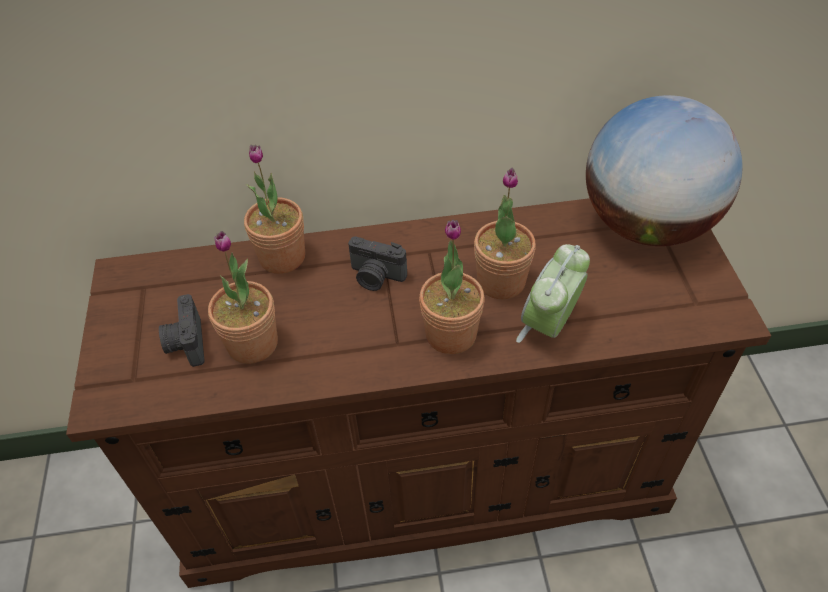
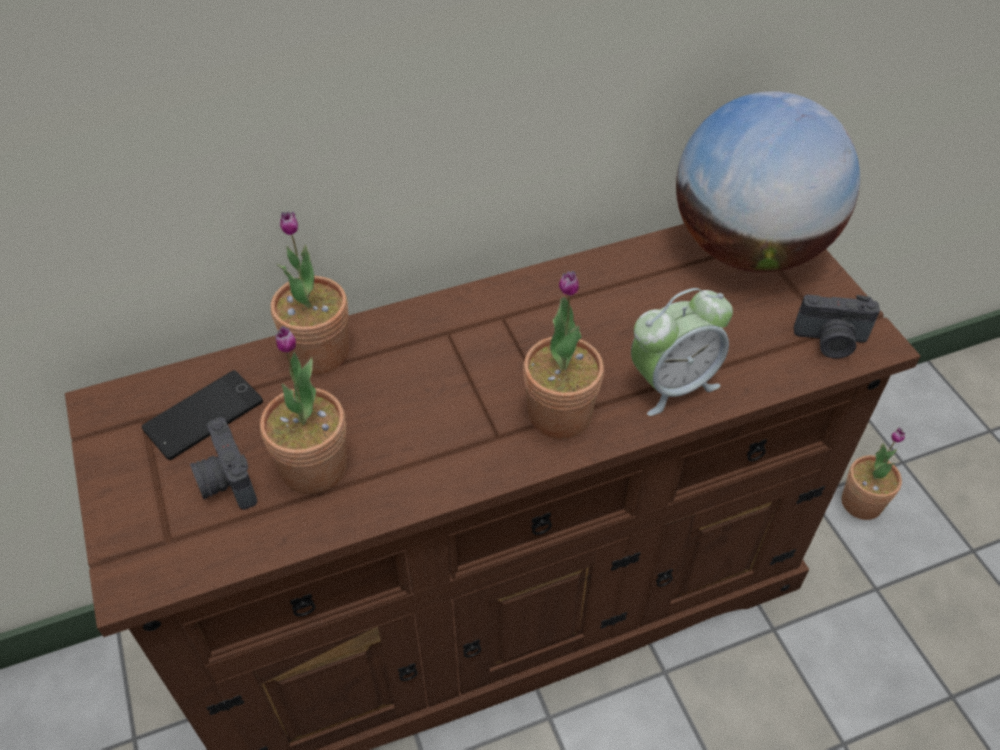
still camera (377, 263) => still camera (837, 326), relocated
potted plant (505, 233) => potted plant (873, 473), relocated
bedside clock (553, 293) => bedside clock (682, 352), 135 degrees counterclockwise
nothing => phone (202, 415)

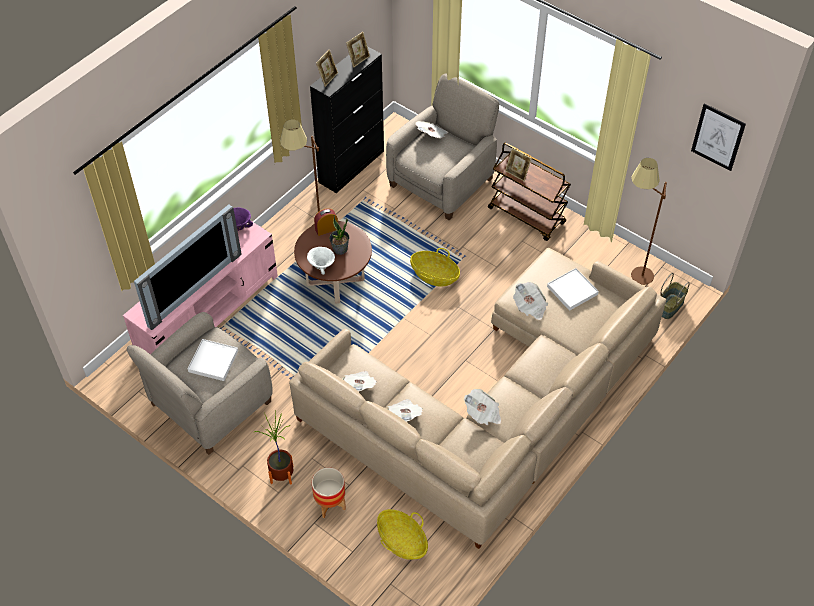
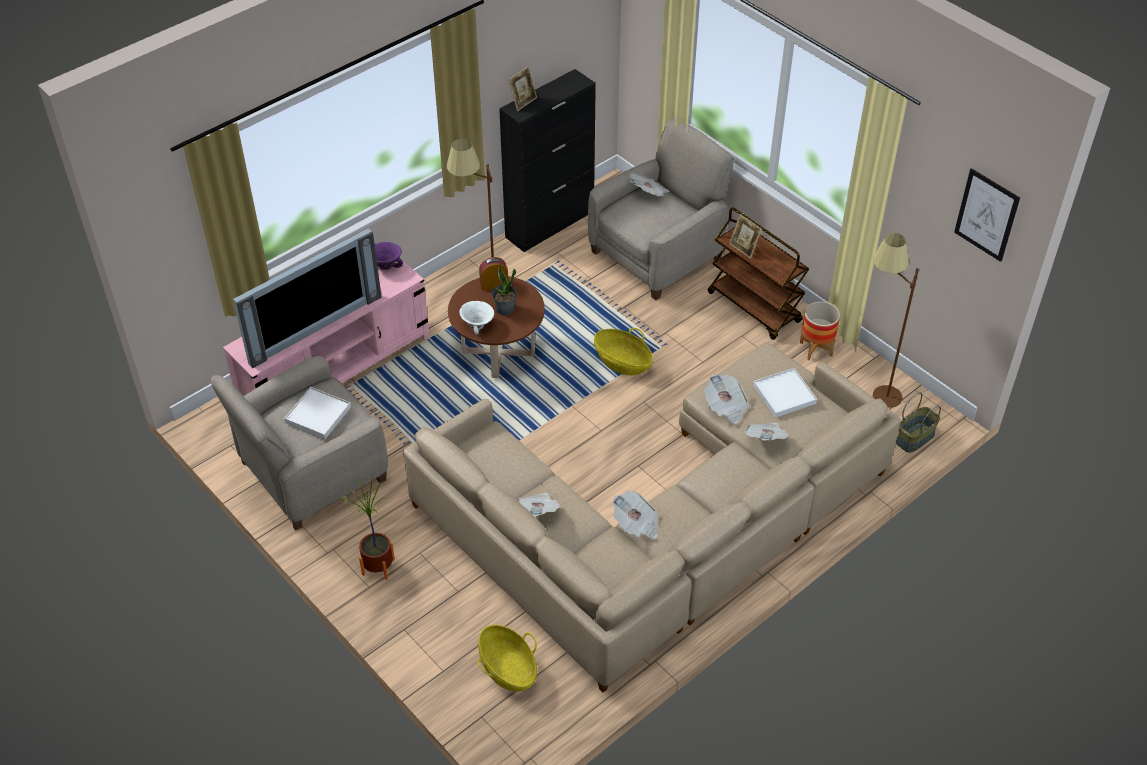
planter (329, 493) => planter (820, 330), relocated
newspaper (359, 381) => newspaper (767, 431), relocated
picture frame (358, 50) => nothing

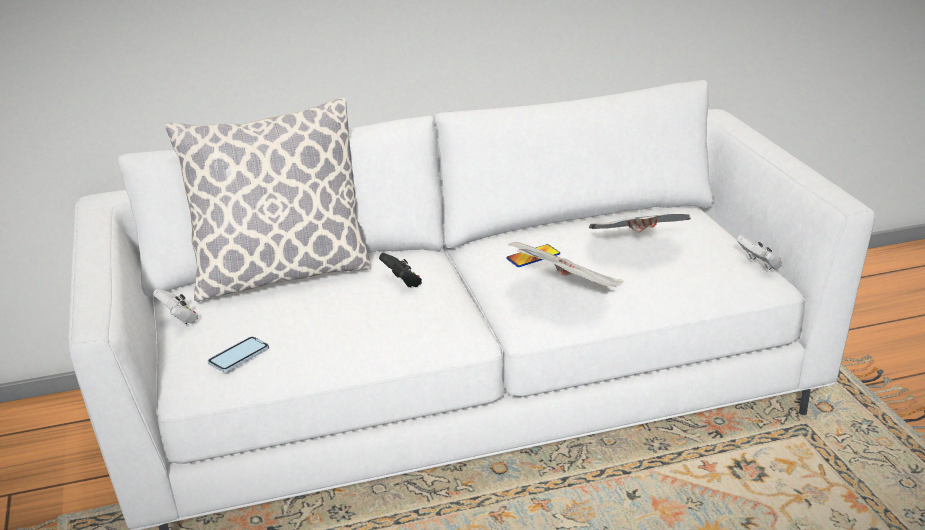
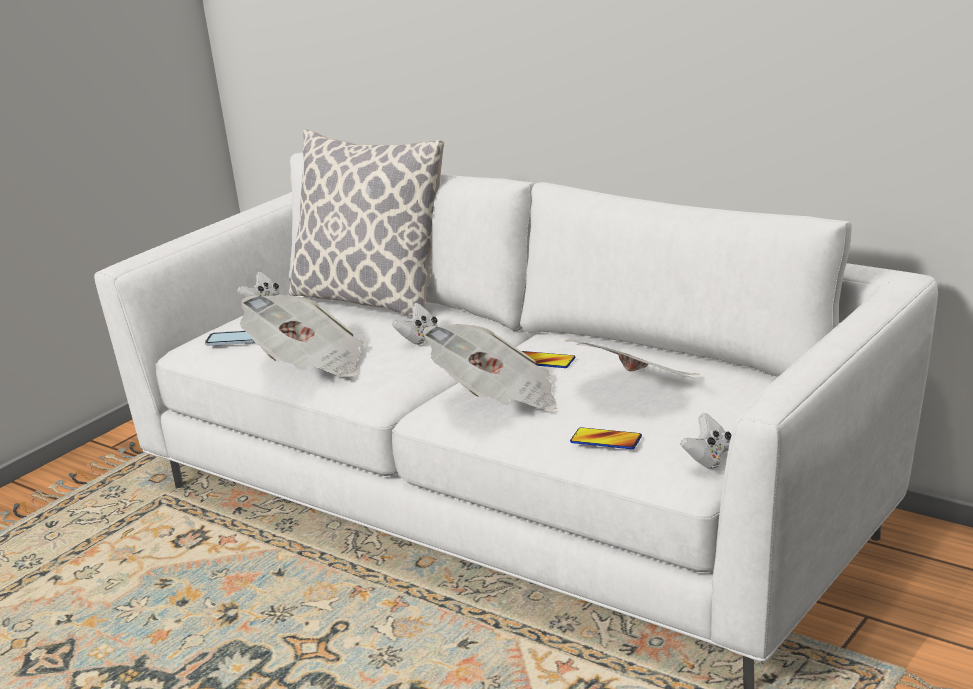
blackish gamepad (400, 270) => white gamepad (415, 324)
nothing => newspaper (302, 336)
nothing => phone (606, 438)

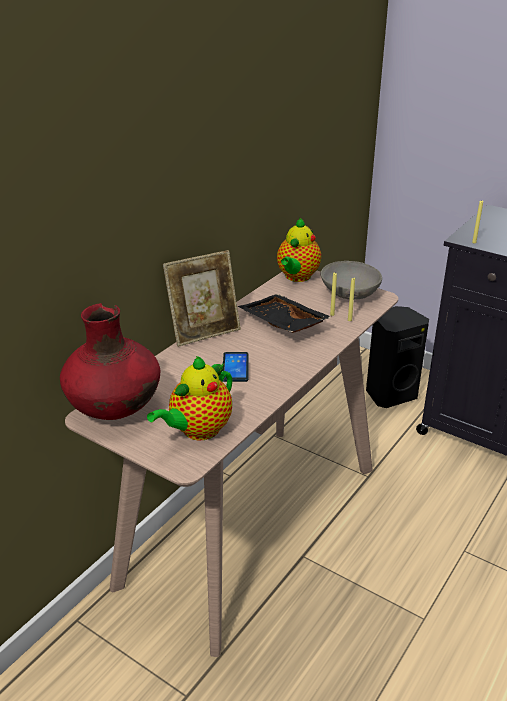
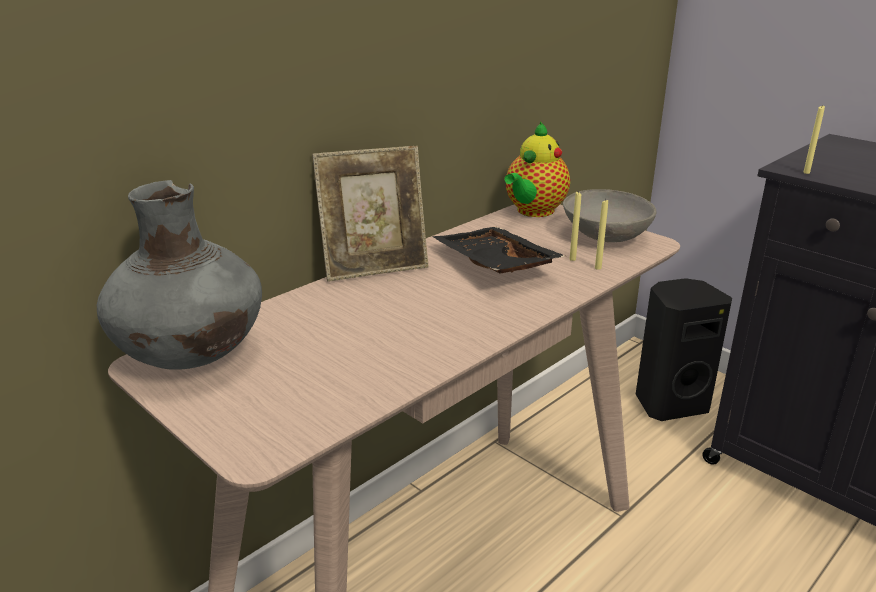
reddish decorative vase (110, 361) => gray decorative vase (179, 275)
pot for tea (189, 398) => nothing
phone (236, 367) => nothing

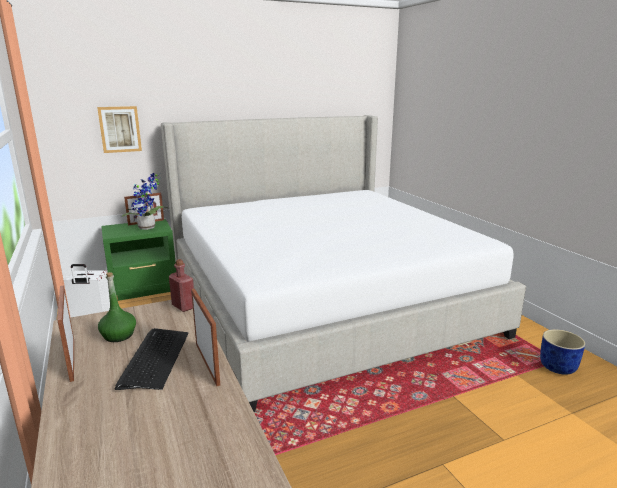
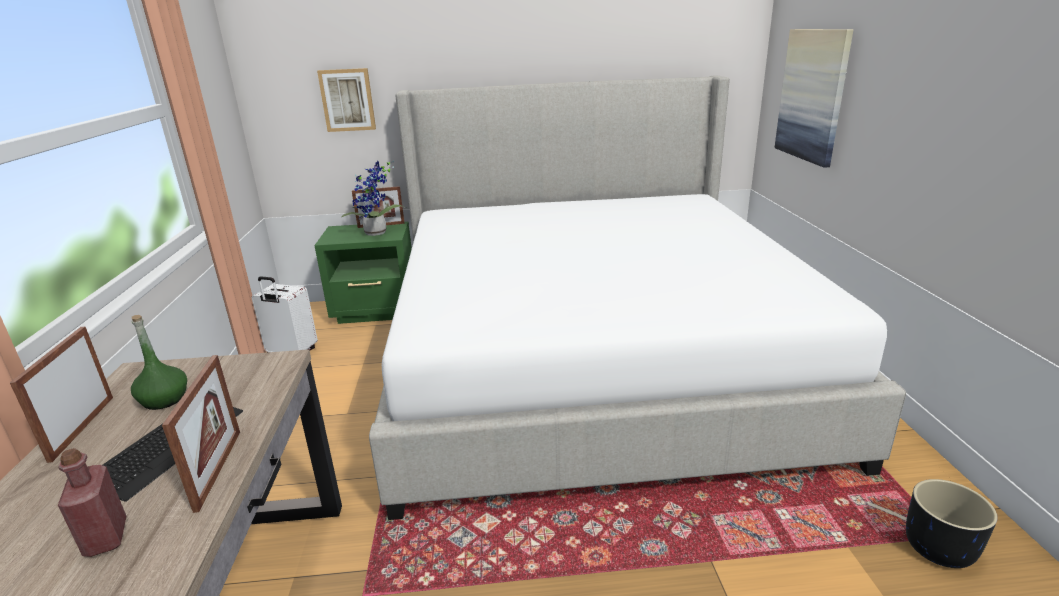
reddish drink bottle (181, 285) => reddish drink bottle (92, 502), relocated
bluish planter (563, 352) => blackish planter (952, 523)
nothing => wall art (814, 98)

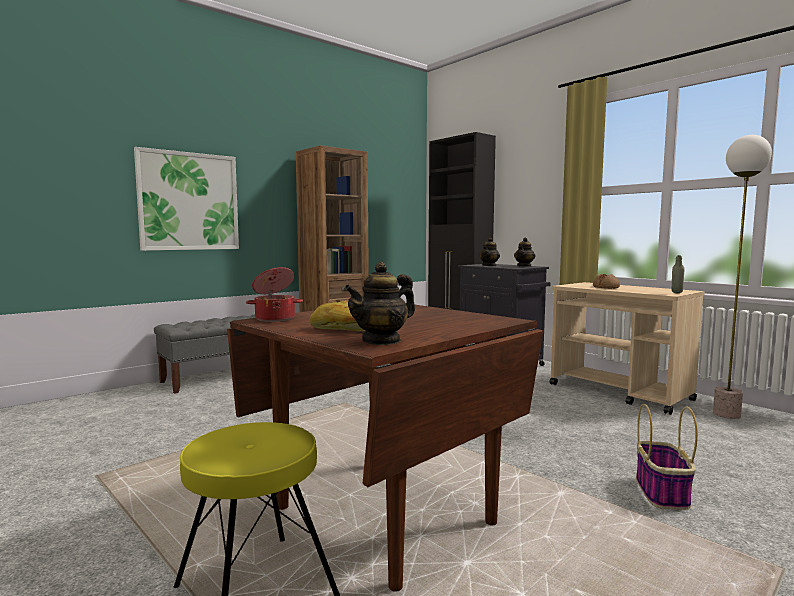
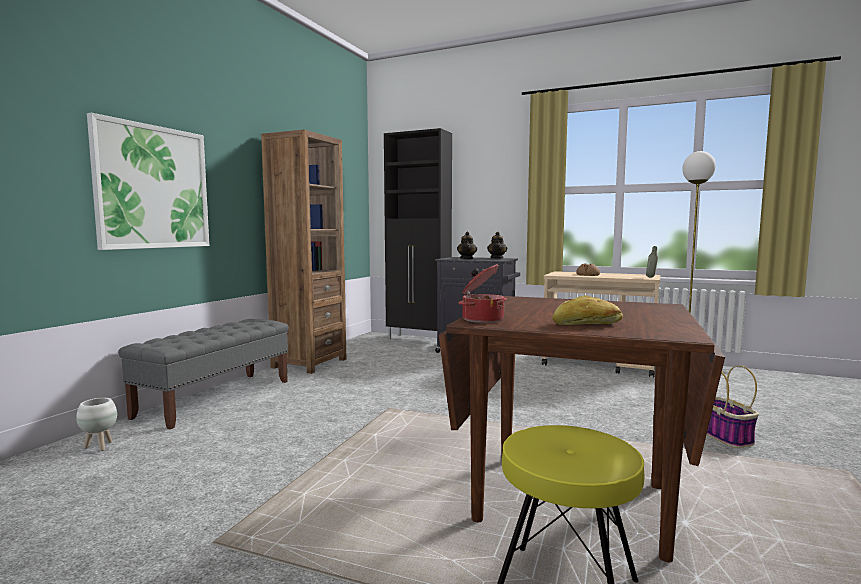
pot for tea (379, 303) => nothing
nothing => white planter (96, 424)

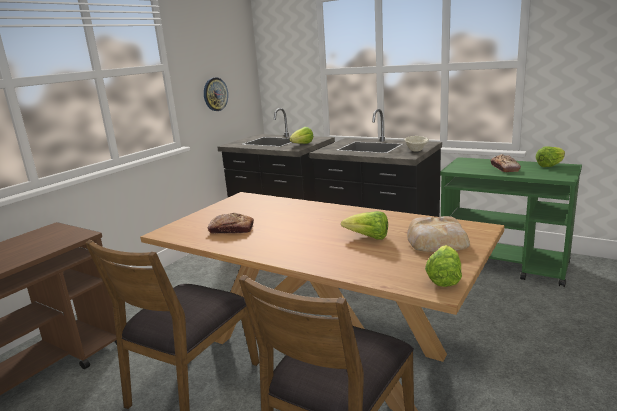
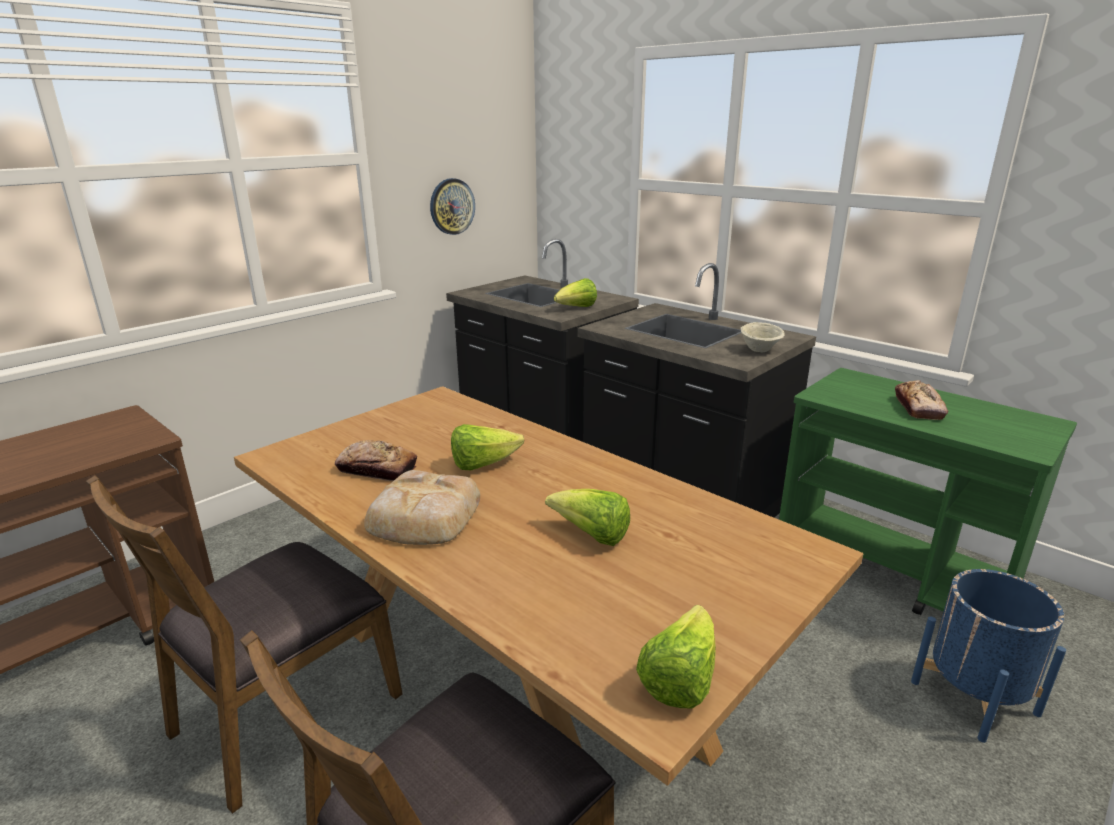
baked bread (438, 234) => baked bread (422, 507), relocated
head of lettuce (550, 157) => head of lettuce (487, 447), relocated
nothing => bluish planter (988, 656)

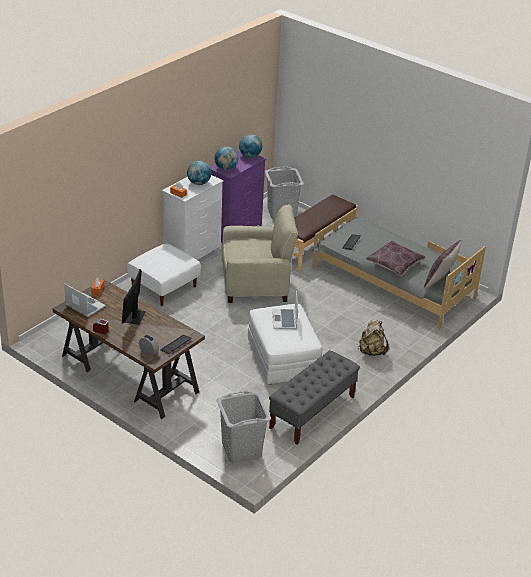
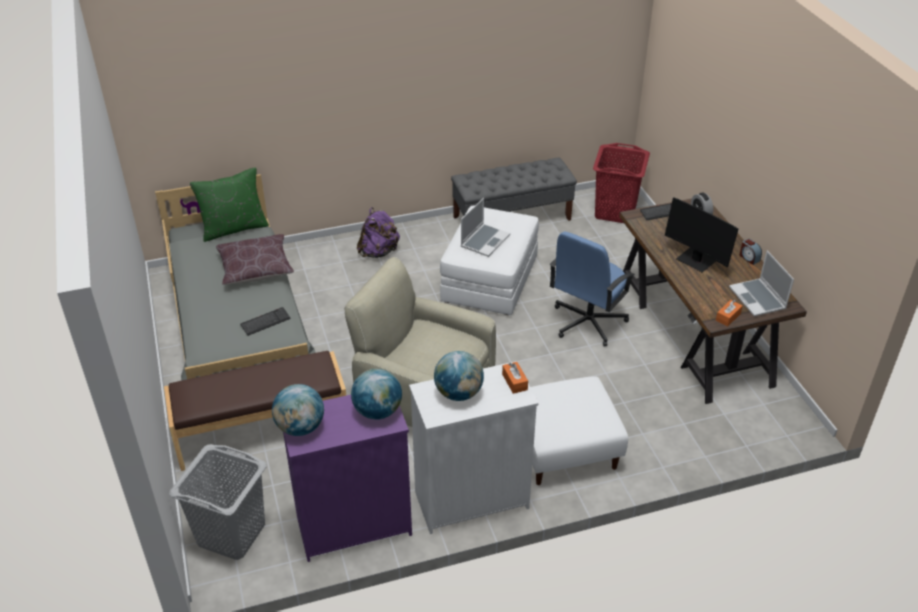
computer display (134, 297) => computer display (701, 235), 90 degrees clockwise
gray washing basket (244, 427) => reddish washing basket (621, 183)
sand-coloured backpack (374, 337) => purplish backpack (378, 232)
brown-coloured cushion (443, 264) => green-coloured cushion (229, 205)
nothing => bluish office chair (592, 289)

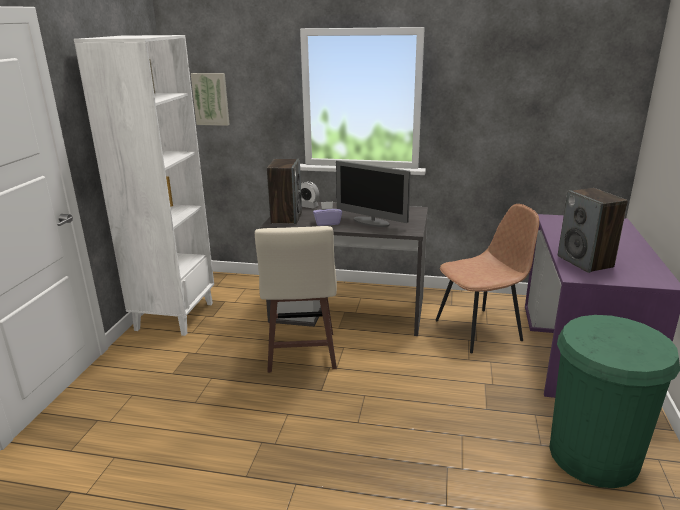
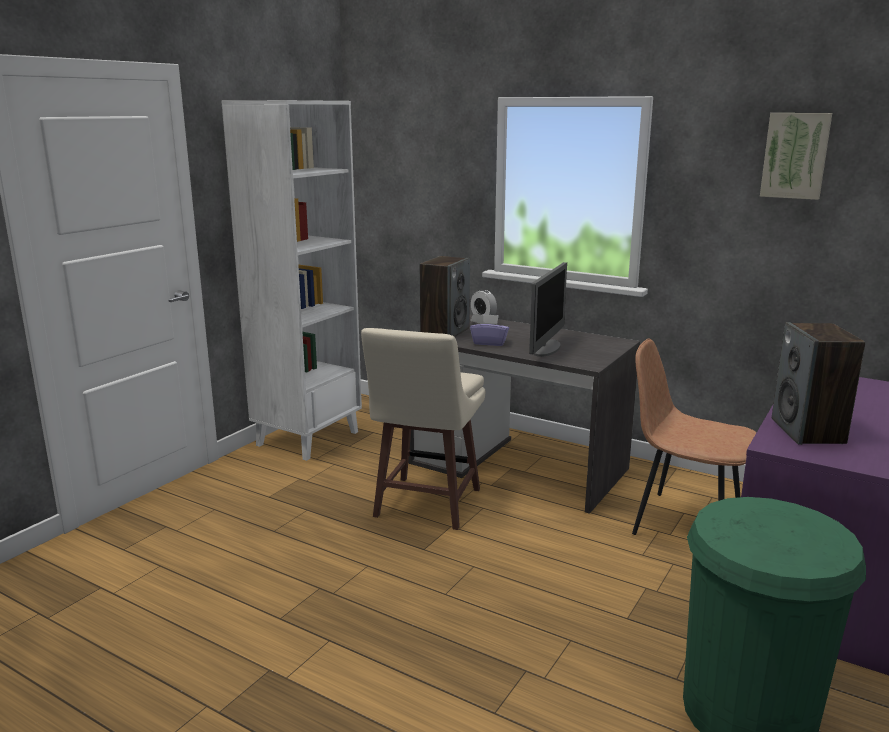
wall art (210, 99) => wall art (796, 156), relocated
computer display (373, 193) => computer display (548, 309), 120 degrees counterclockwise
brown-coloured upright chair (487, 278) => brown-coloured upright chair (694, 436), 150 degrees counterclockwise

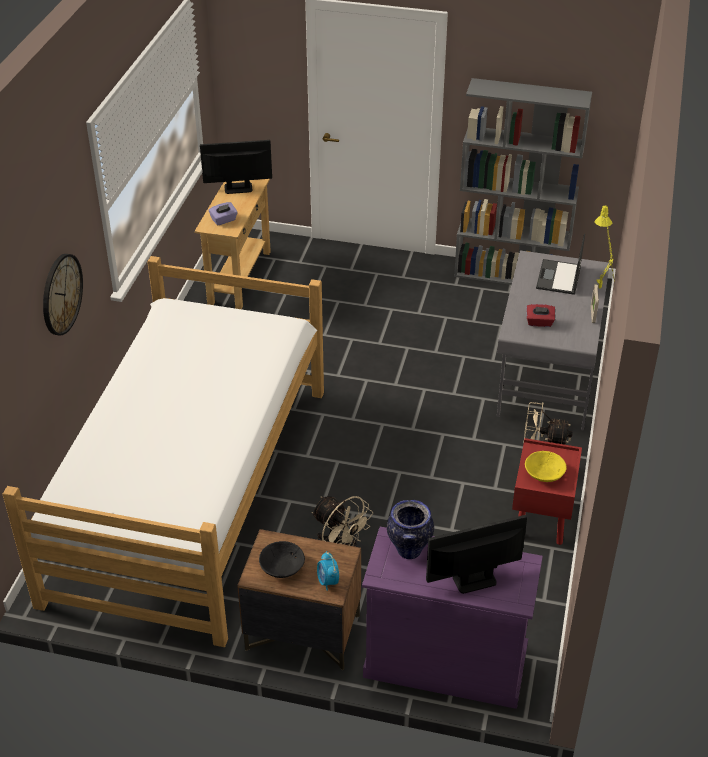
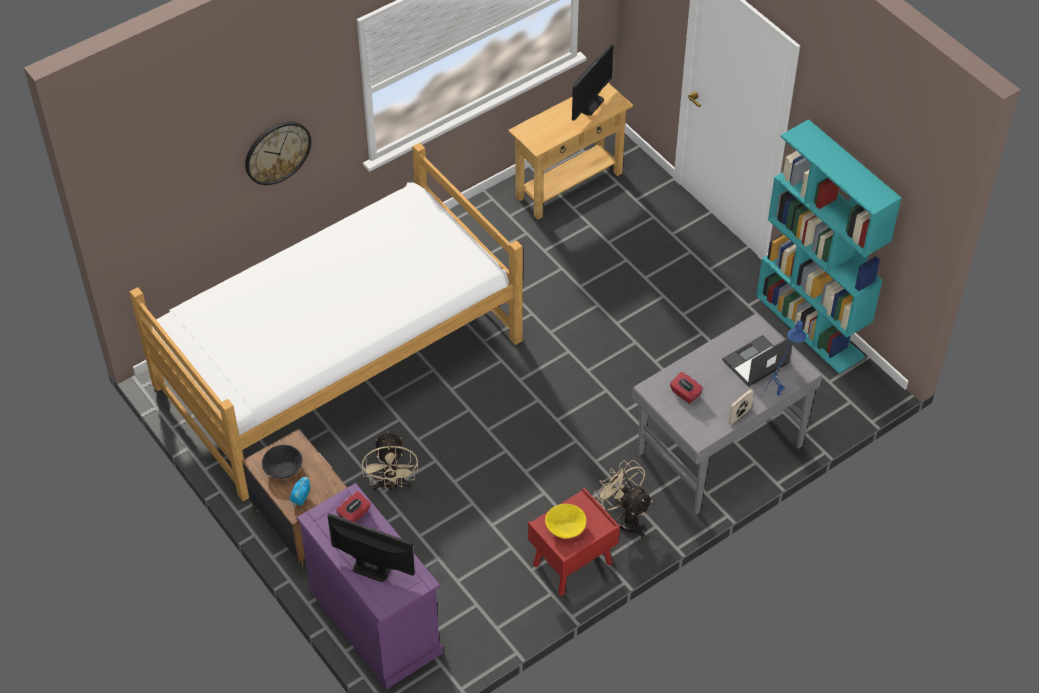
computer display (236, 167) => computer display (593, 82), 90 degrees clockwise
purplish tissue box (223, 213) => nothing
decorative vase (410, 529) => reddish tissue box (353, 506)
gray shelving unit (523, 181) => turquoise-coloured shelving unit (828, 246)
yellow-coloured table lamp (604, 247) => bluish table lamp (784, 359)

